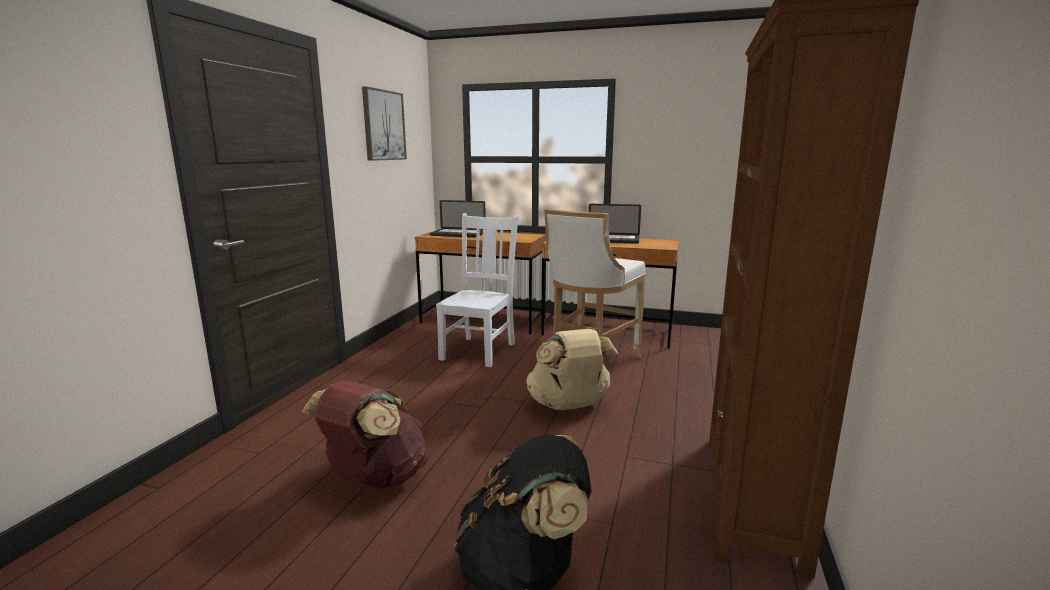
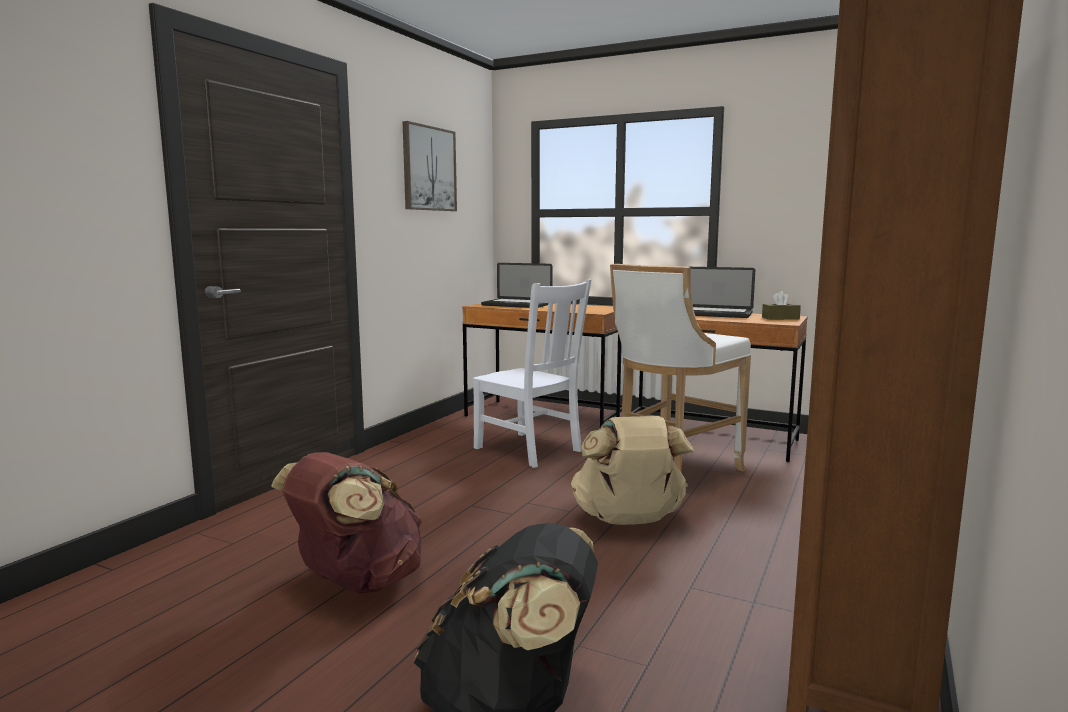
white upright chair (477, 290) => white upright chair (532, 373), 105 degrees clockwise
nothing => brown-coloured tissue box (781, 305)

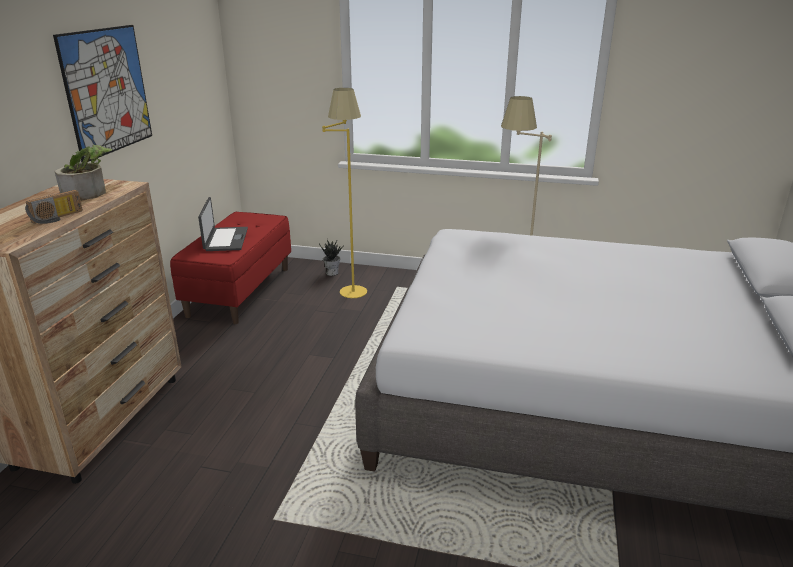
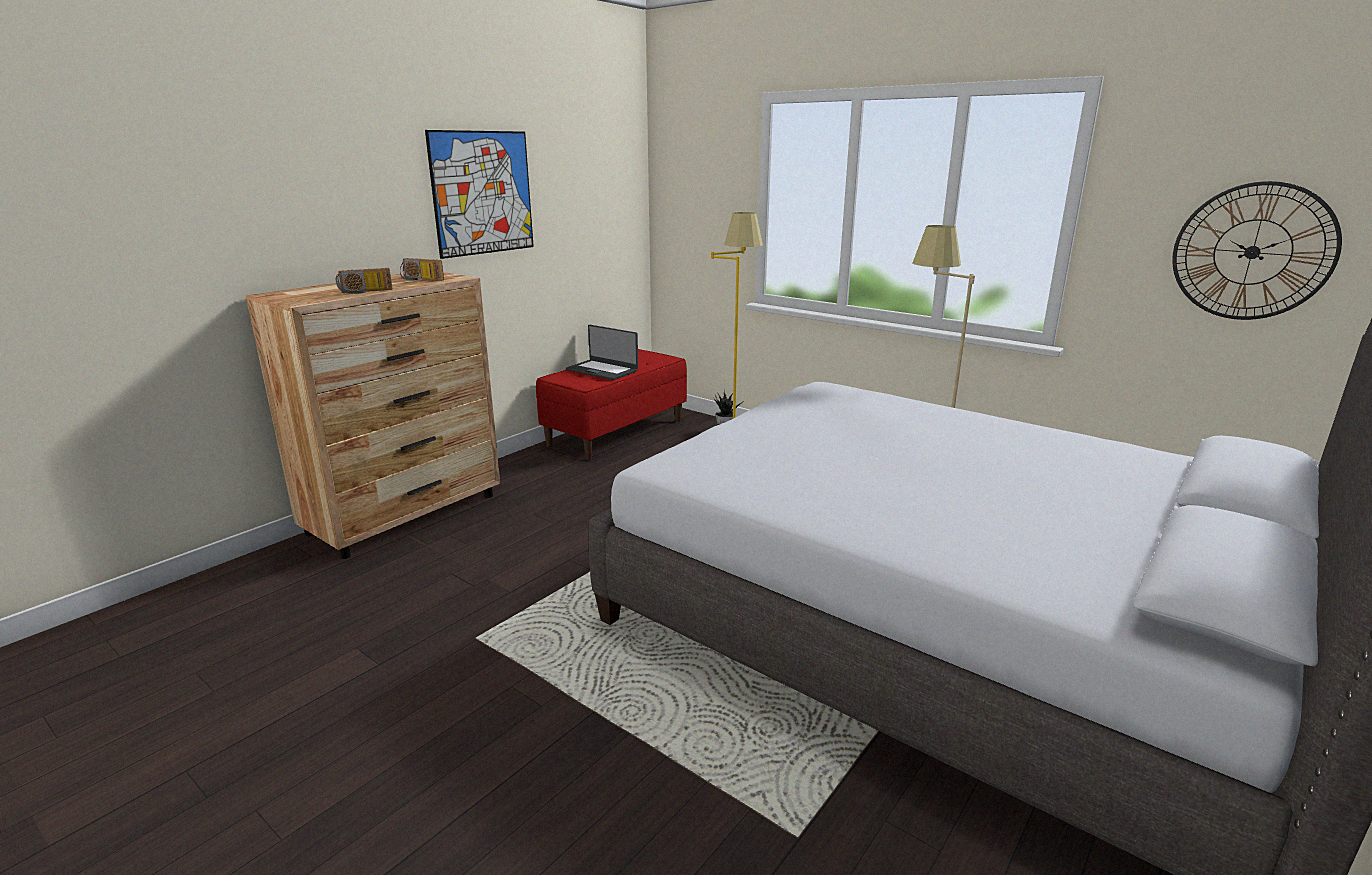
potted plant (83, 173) => radio receiver (422, 269)
notebook computer (223, 224) => notebook computer (602, 352), 105 degrees clockwise
nothing => wall clock (1257, 250)

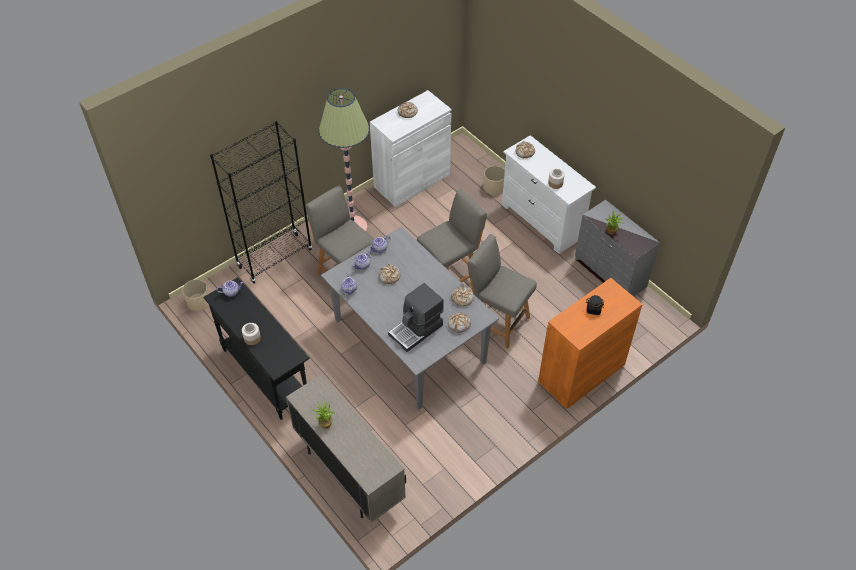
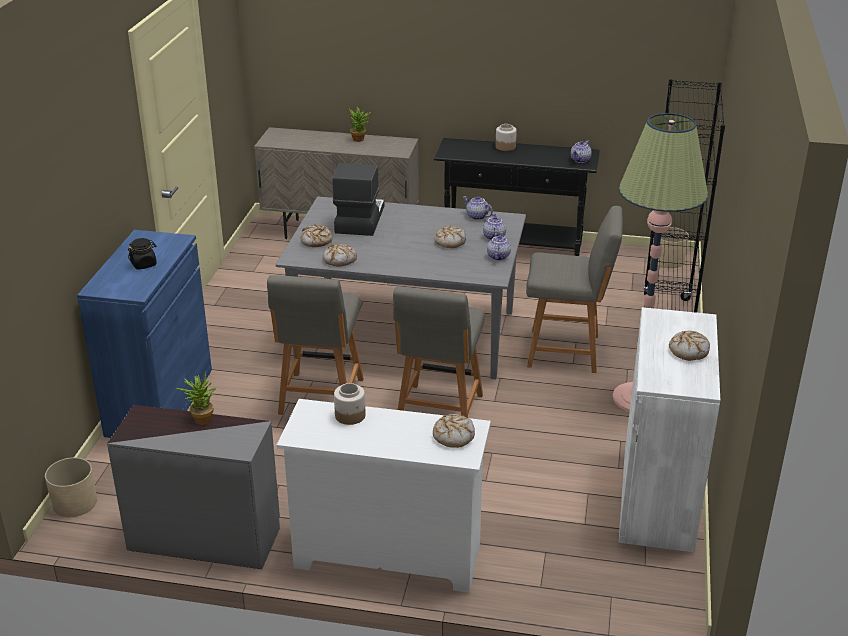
gray upright chair (502, 291) => gray upright chair (315, 345), 105 degrees clockwise
sand-coloured planter (494, 180) => sand-coloured planter (71, 487), relocated
orange-coloured cupboard (590, 343) => bluish cupboard (144, 334)

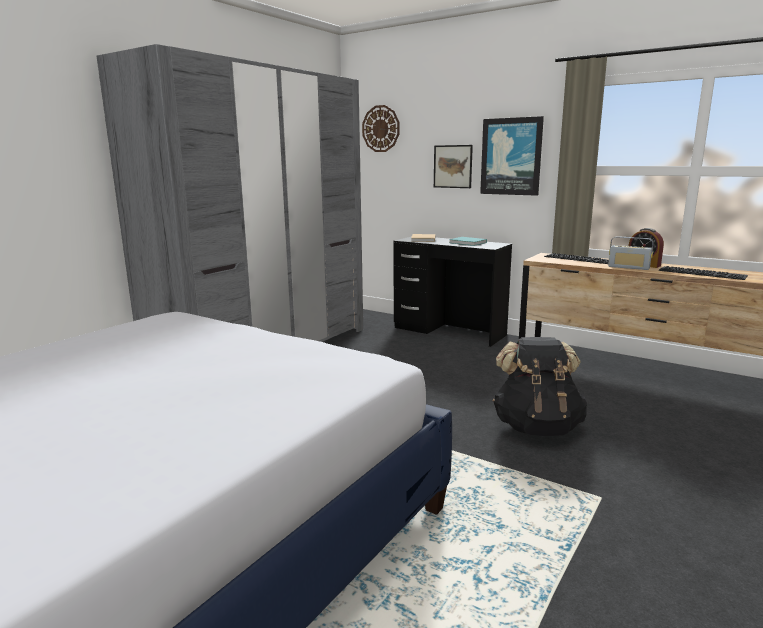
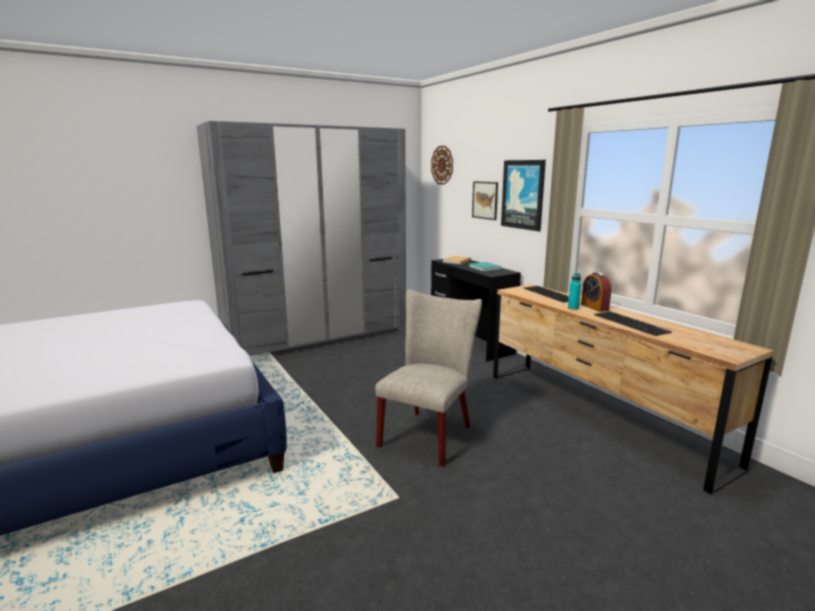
blackish backpack (540, 386) => sand-coloured upright chair (428, 378)
radio receiver (630, 253) => turquoise-coloured drink bottle (574, 291)

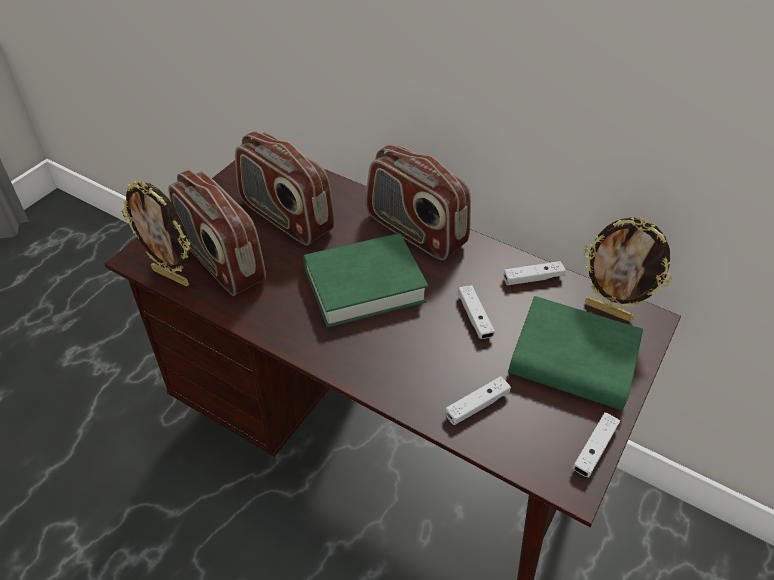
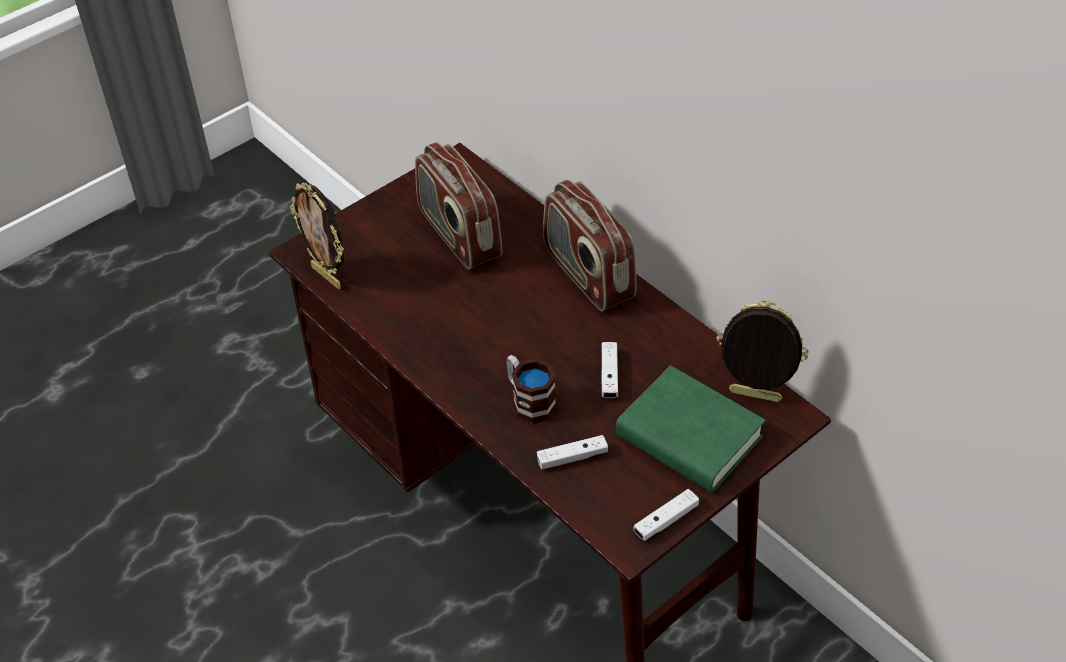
radio receiver (217, 233) => nothing
green-coloured book (365, 280) => nothing
white gamepad (535, 273) => nothing
picture frame (627, 269) => picture frame (763, 351), 150 degrees clockwise
nothing => tea mug (531, 389)

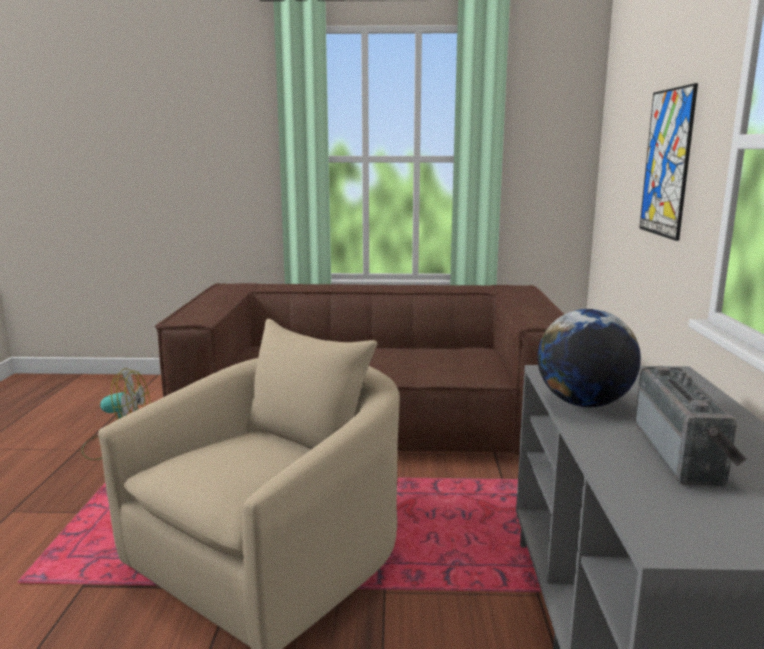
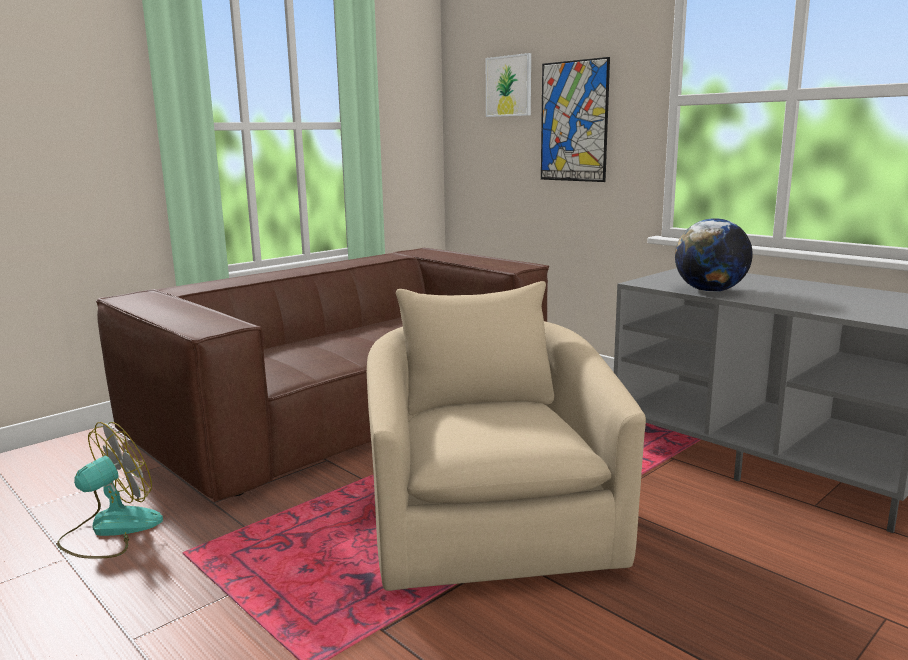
radio receiver (691, 426) => nothing
nothing => wall art (508, 85)

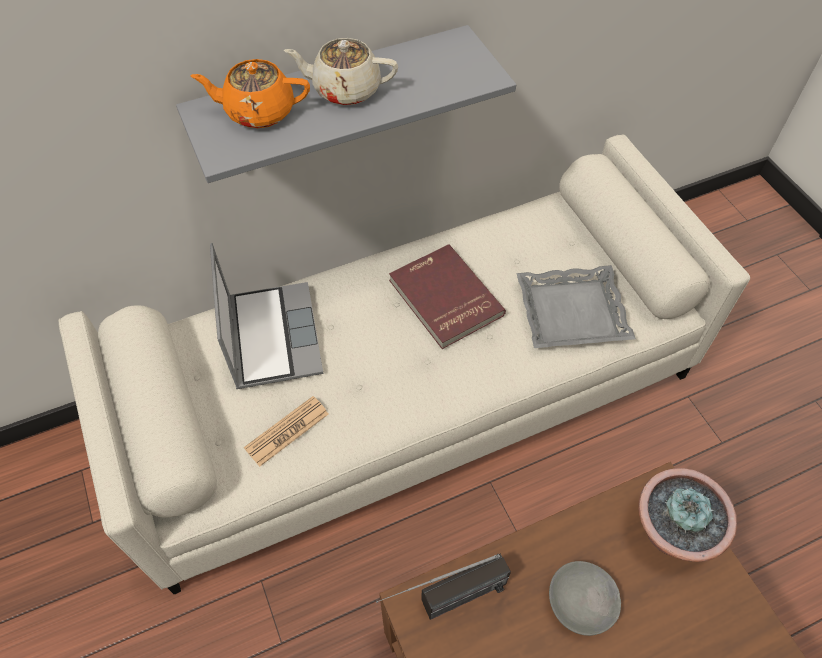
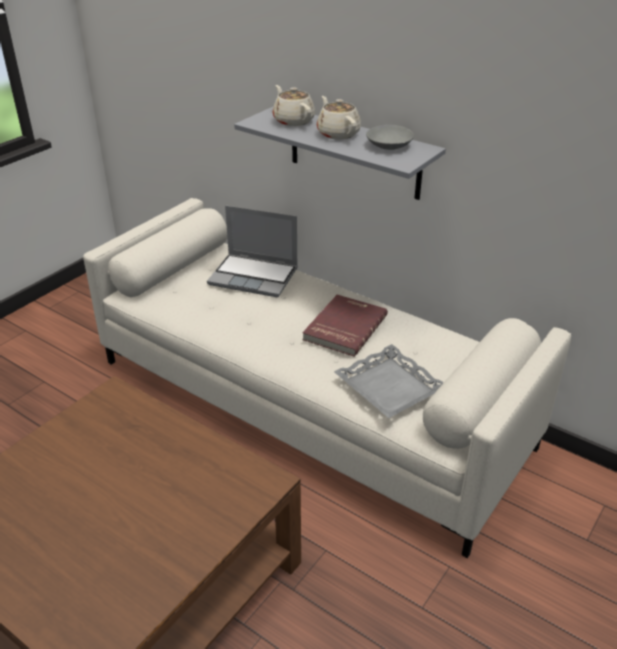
orange-coloured pot for tea (250, 93) => sand-coloured pot for tea (294, 105)
notebook computer (266, 316) => notebook computer (252, 251), 60 degrees clockwise
newspaper (286, 431) => nothing
radio receiver (443, 587) => nothing
gray deep dish (585, 598) => gray deep dish (390, 137), relocated
potted plant (687, 515) => nothing

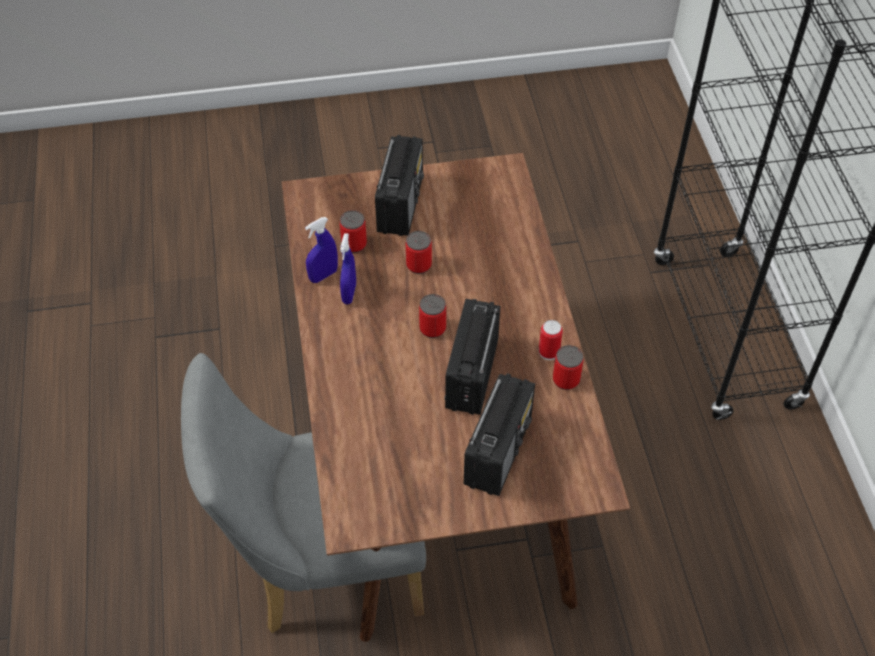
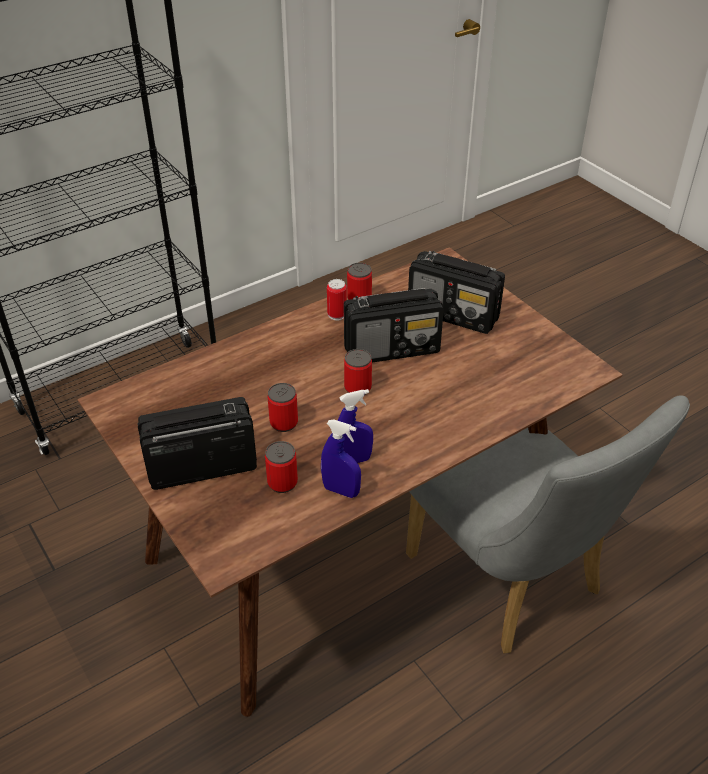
radio receiver (499, 434) => radio receiver (456, 292), 150 degrees counterclockwise

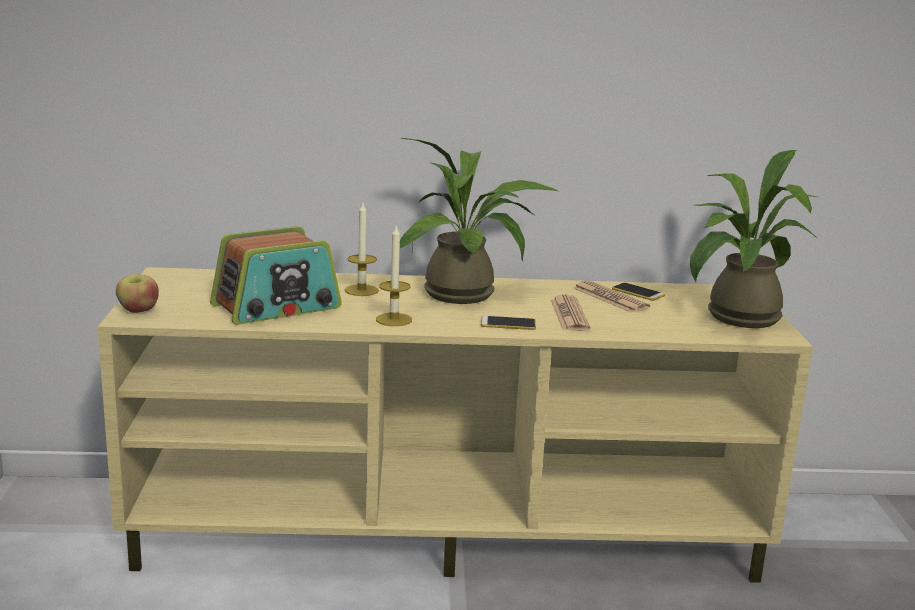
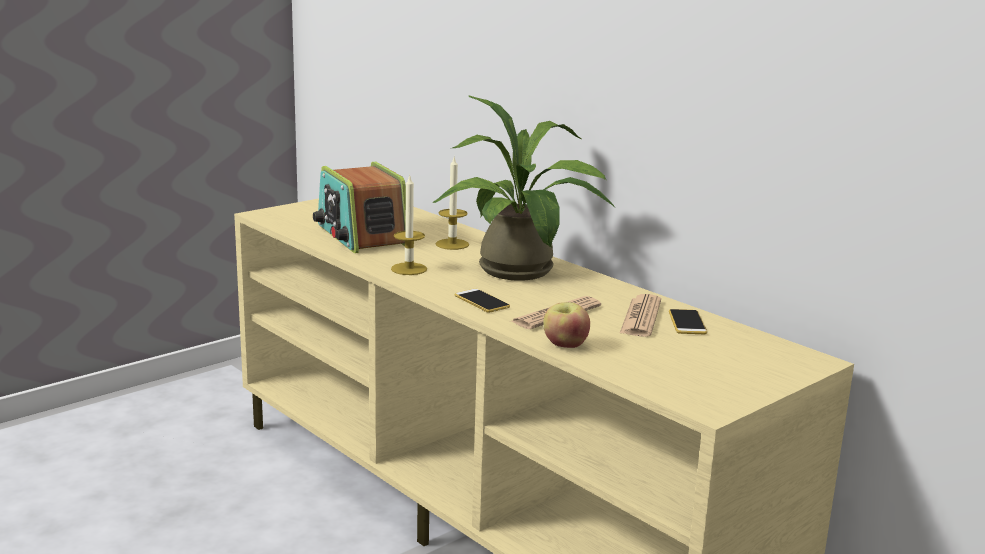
apple (137, 293) => apple (566, 325), relocated
radio receiver (276, 275) => radio receiver (359, 207), 45 degrees clockwise
potted plant (754, 239) => nothing

